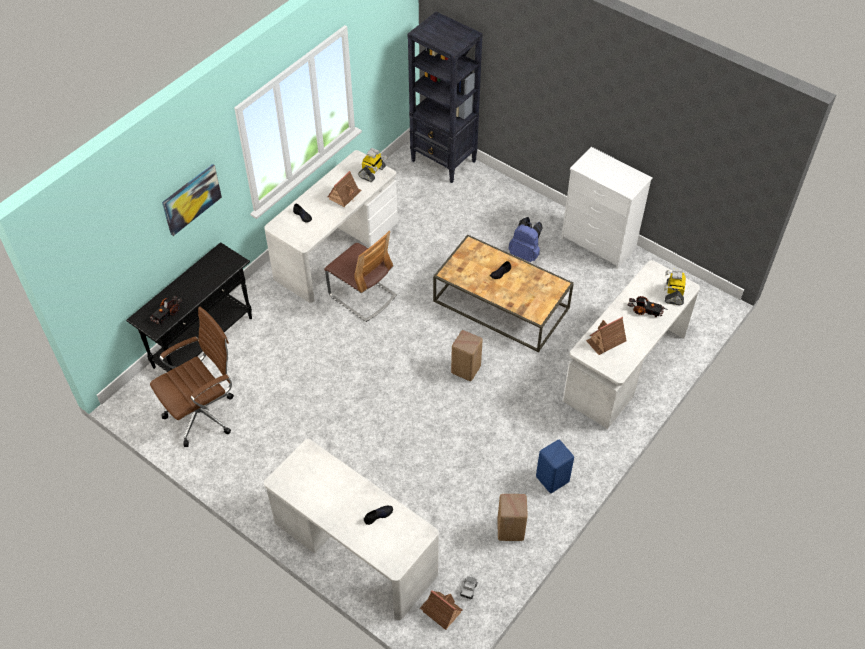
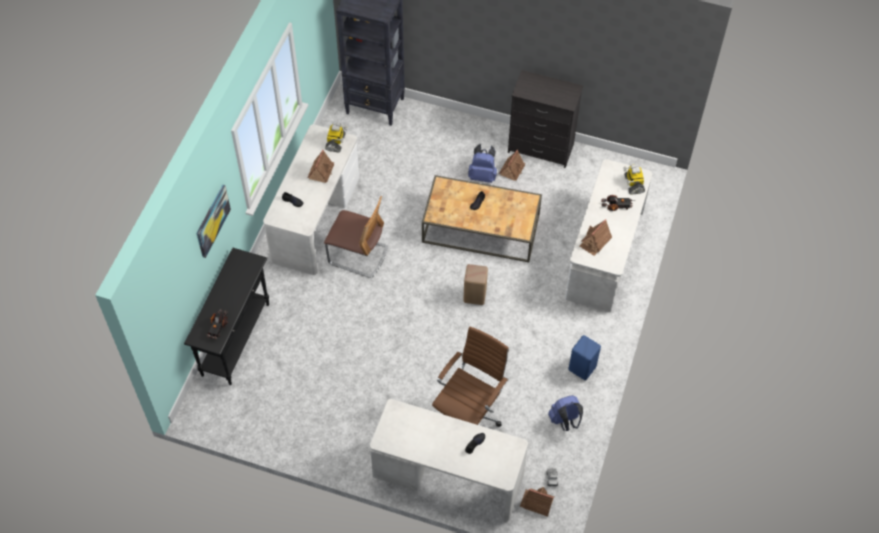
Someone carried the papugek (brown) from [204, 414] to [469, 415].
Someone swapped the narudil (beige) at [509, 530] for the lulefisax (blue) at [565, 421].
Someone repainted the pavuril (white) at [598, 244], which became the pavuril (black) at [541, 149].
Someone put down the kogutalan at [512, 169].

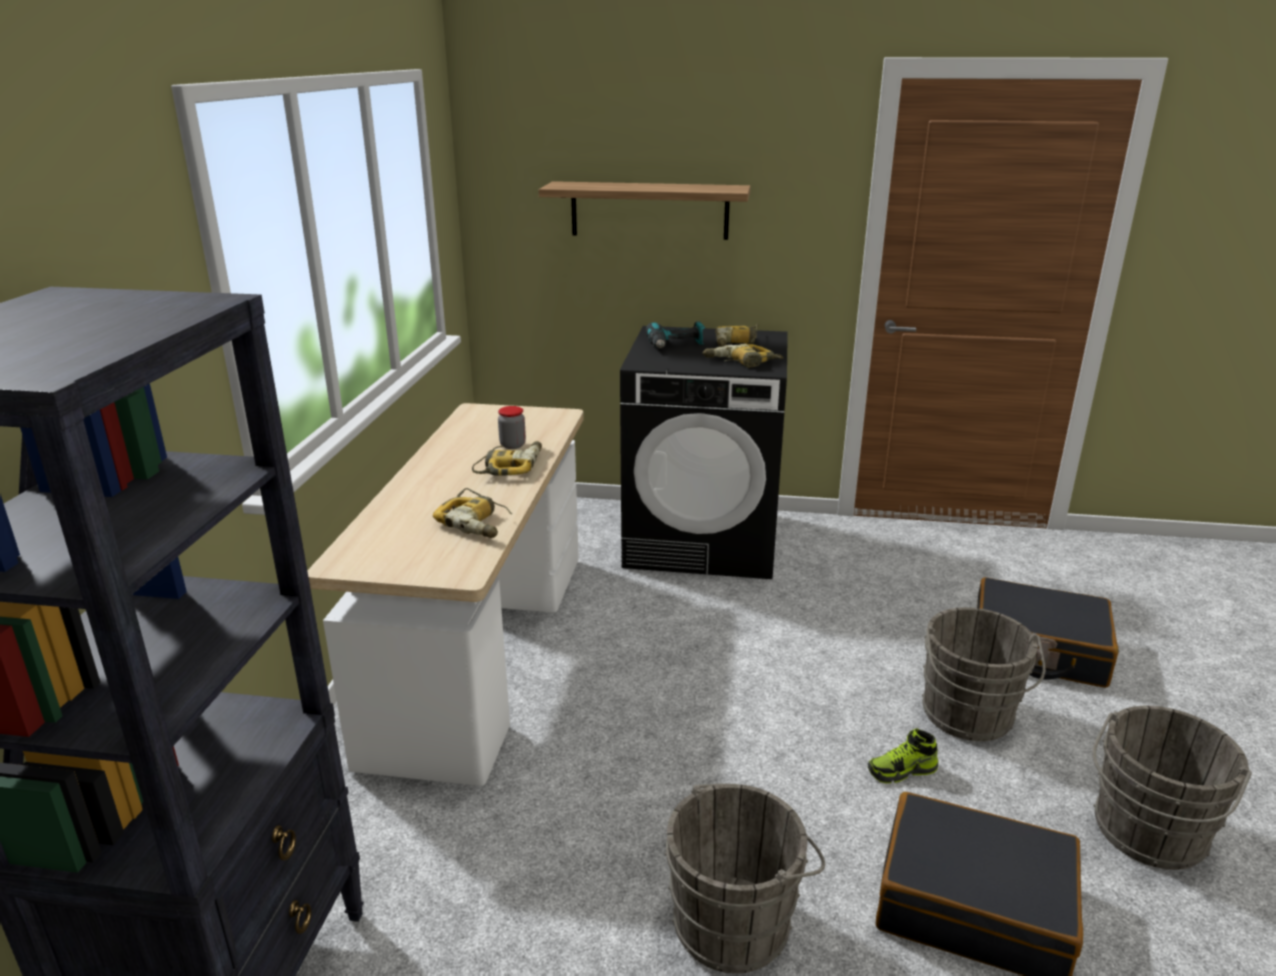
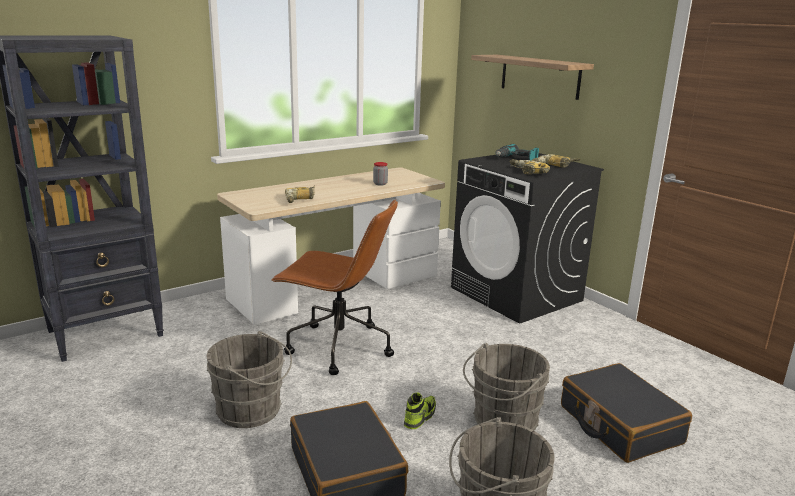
Someone took away the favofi at [510, 466].
Someone rotated the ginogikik at [902, 771] by 90 degrees clockwise.
Someone put down the papugek (brown) at [337, 347].

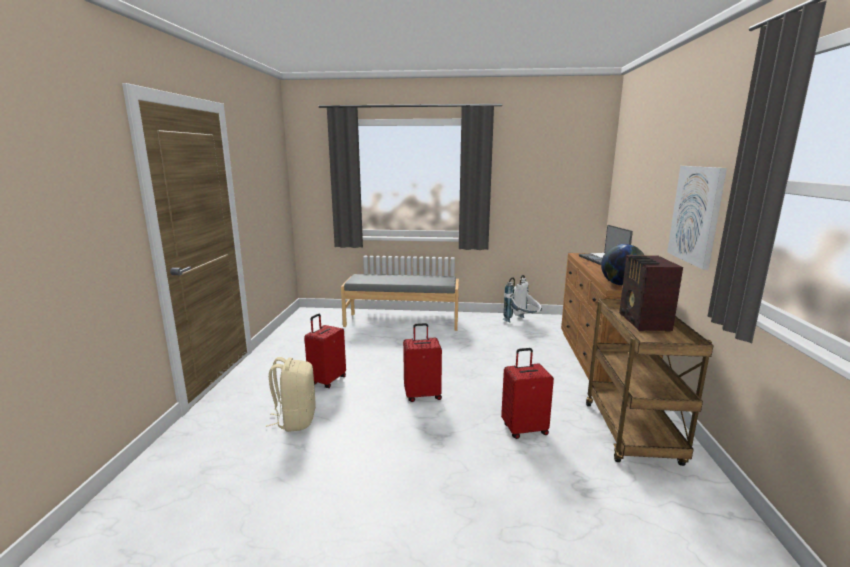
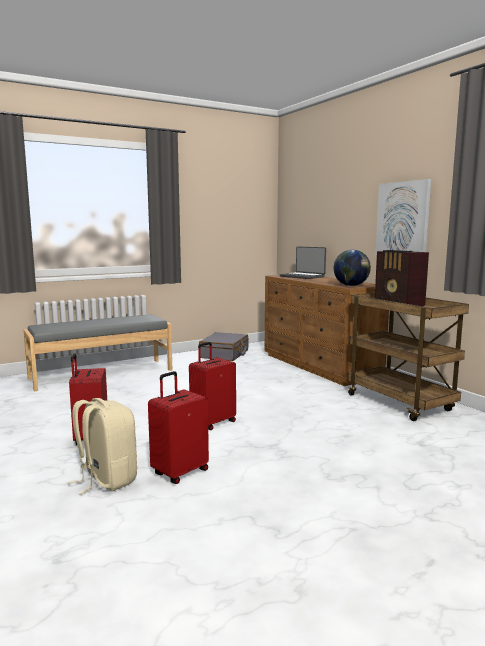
Someone carried the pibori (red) from [524, 429] to [179, 472].
Someone swapped the lulefisax (white) at [522, 323] for the pibori (grey) at [224, 354].

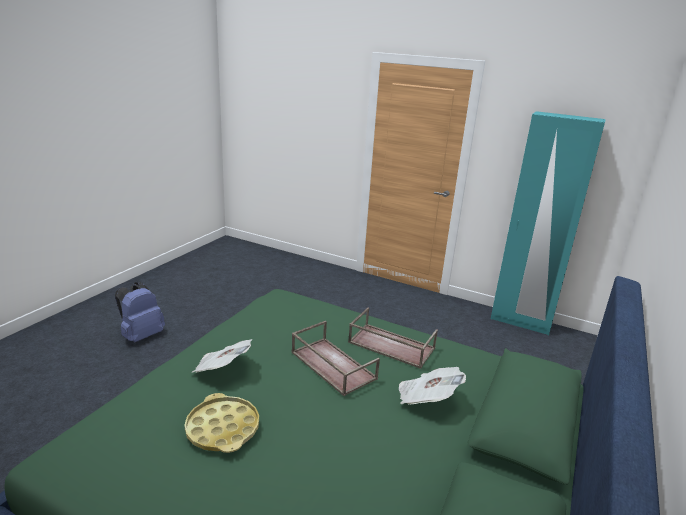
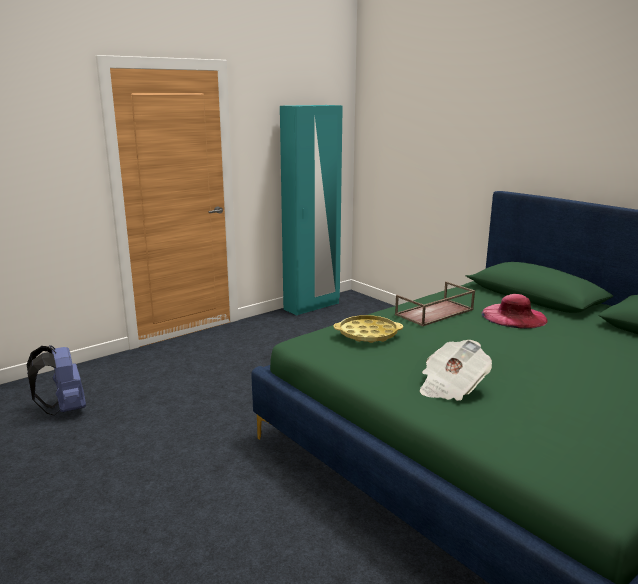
Someone carried the lulefisax (blue) from [141, 335] to [64, 409].
Someone carried the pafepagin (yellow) from [223, 428] to [368, 334].
Someone took away the pafepagin (brown) at [331, 365].
Someone swapped the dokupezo at [426, 399] for the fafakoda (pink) at [514, 316].

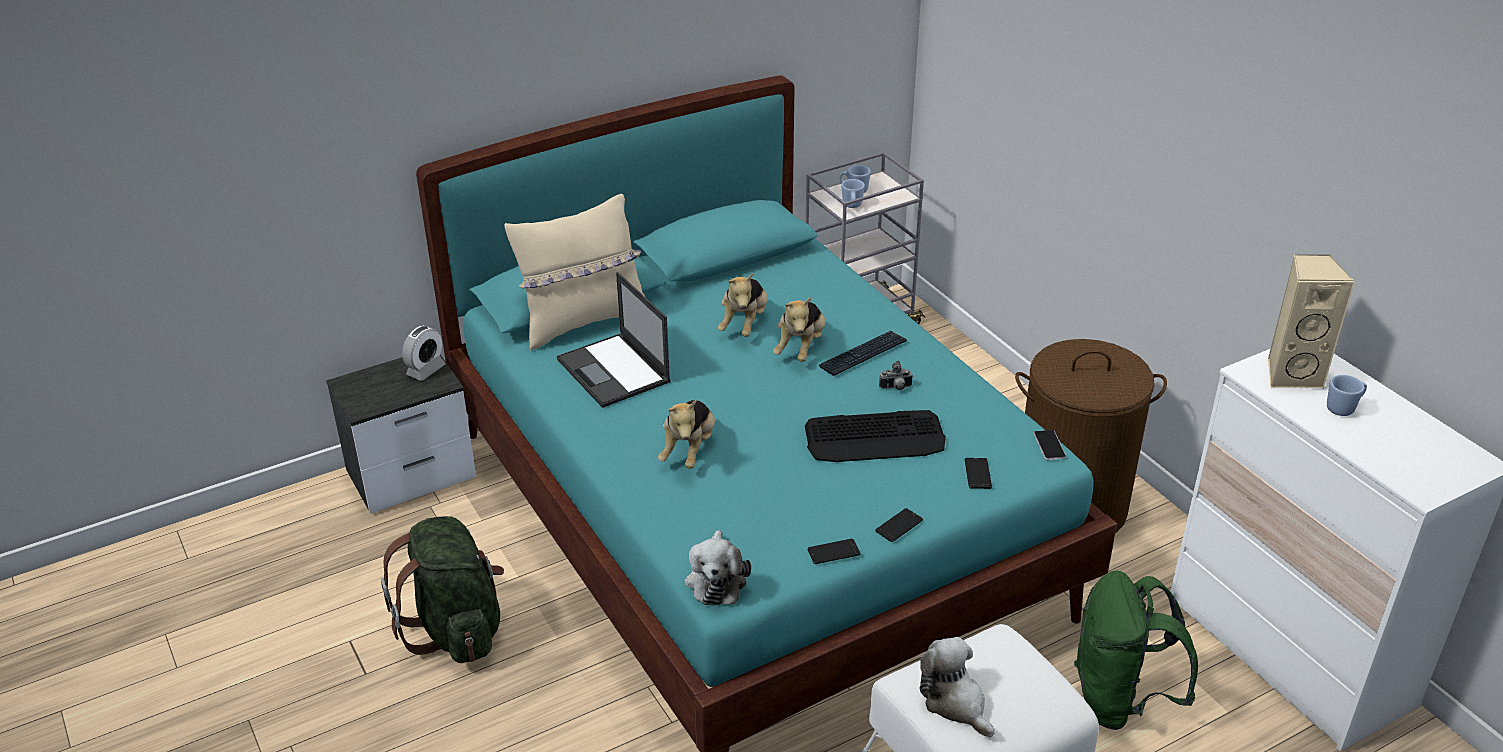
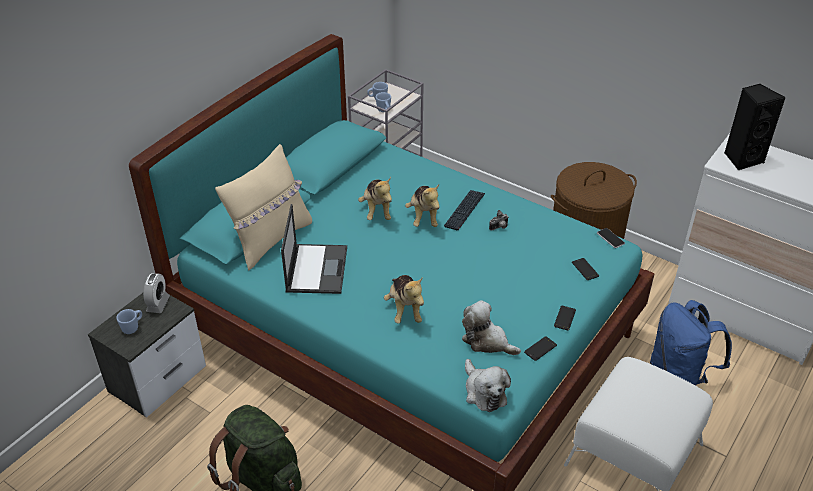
Someone rotated the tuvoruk at [614, 371] by 120 degrees counterclockwise.
Someone took away the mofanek at [875, 438].
Someone carried the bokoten from [955, 702] to [487, 341].
Someone repainted the lulefisax (green) at [1120, 701], which became the lulefisax (blue) at [679, 376].
Someone repainted the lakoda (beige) at [1291, 374], which became the lakoda (black) at [742, 159].
Someone carried the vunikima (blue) from [1344, 408] to [133, 327].

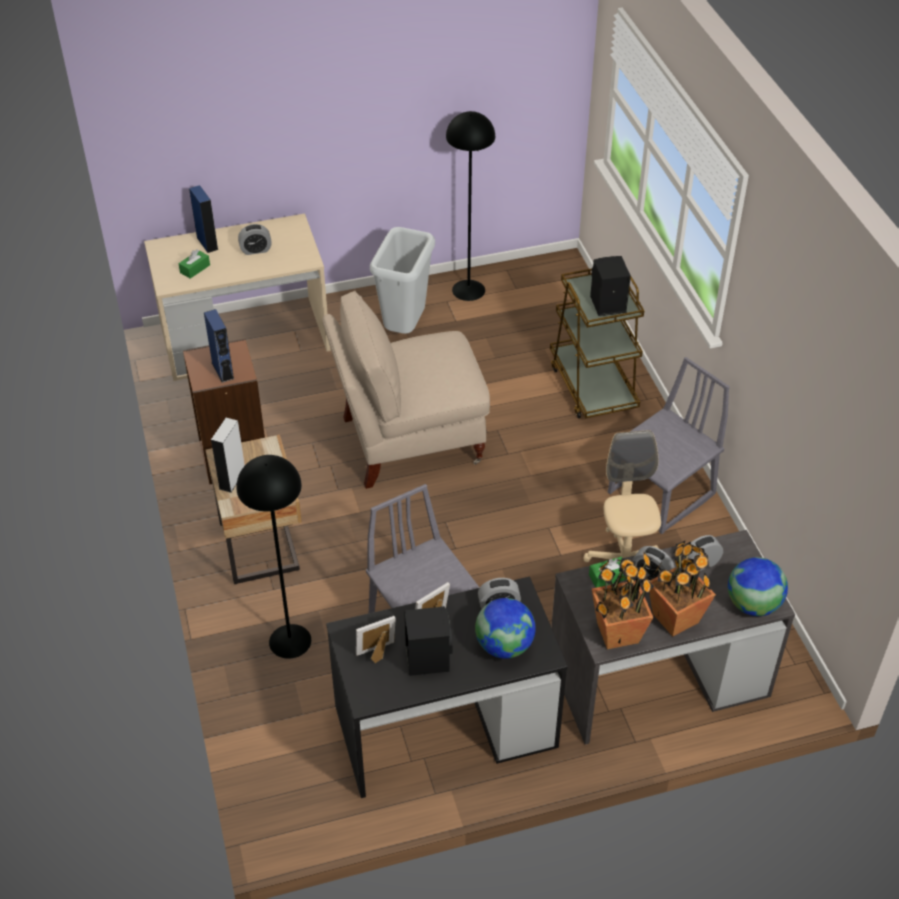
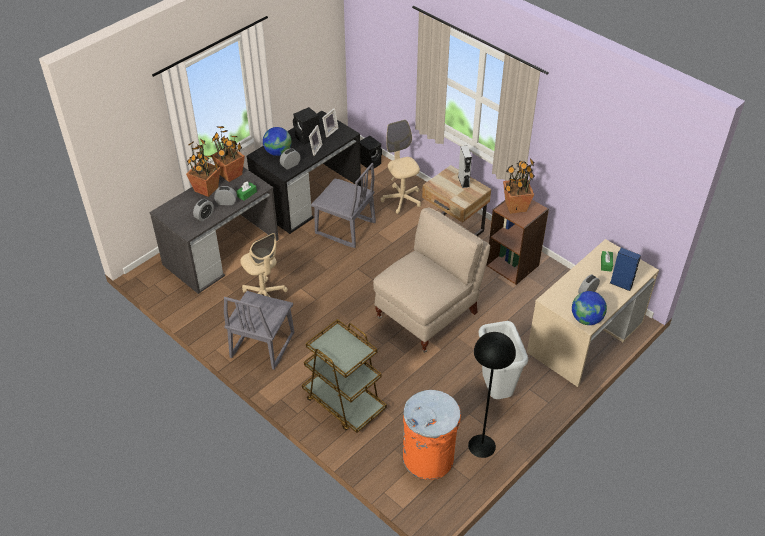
Someone swapped the lakoda (blue) at [222, 370] for the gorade at [515, 206].
Someone swapped the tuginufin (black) at [289, 641] for the papugek (beige) at [402, 199].
Someone carried the lakoda (black) from [606, 304] to [370, 162].
Someone carried the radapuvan from [753, 604] to [586, 319].
Someone put down the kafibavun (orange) at [428, 458].

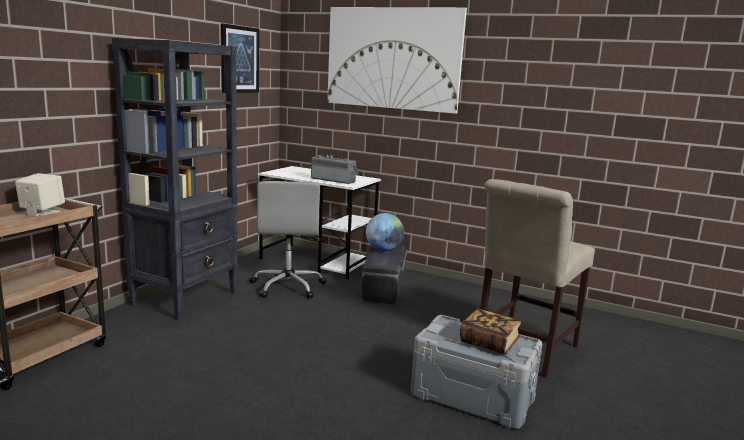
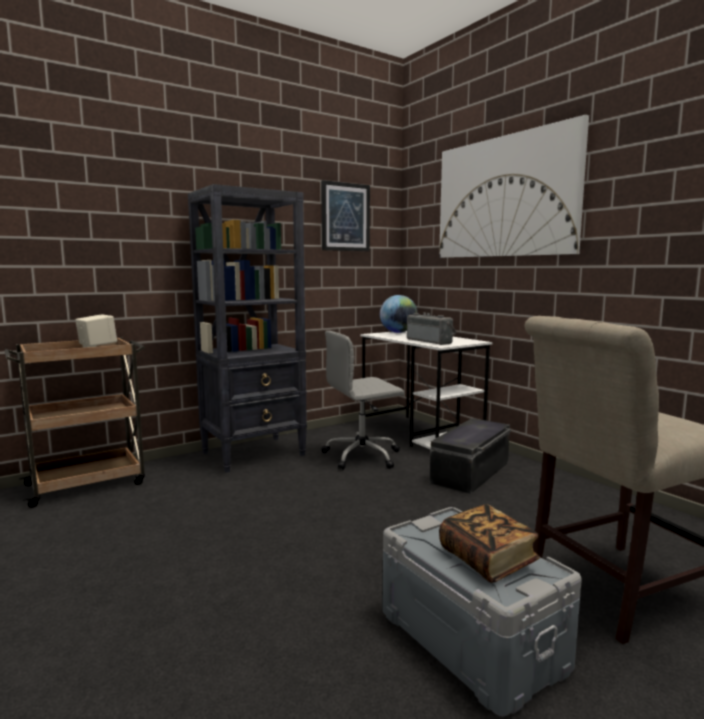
Someone rotated the papugek (grey) at [288, 286] by 45 degrees clockwise.
Someone carried the radapuvan from [383, 250] to [398, 332].

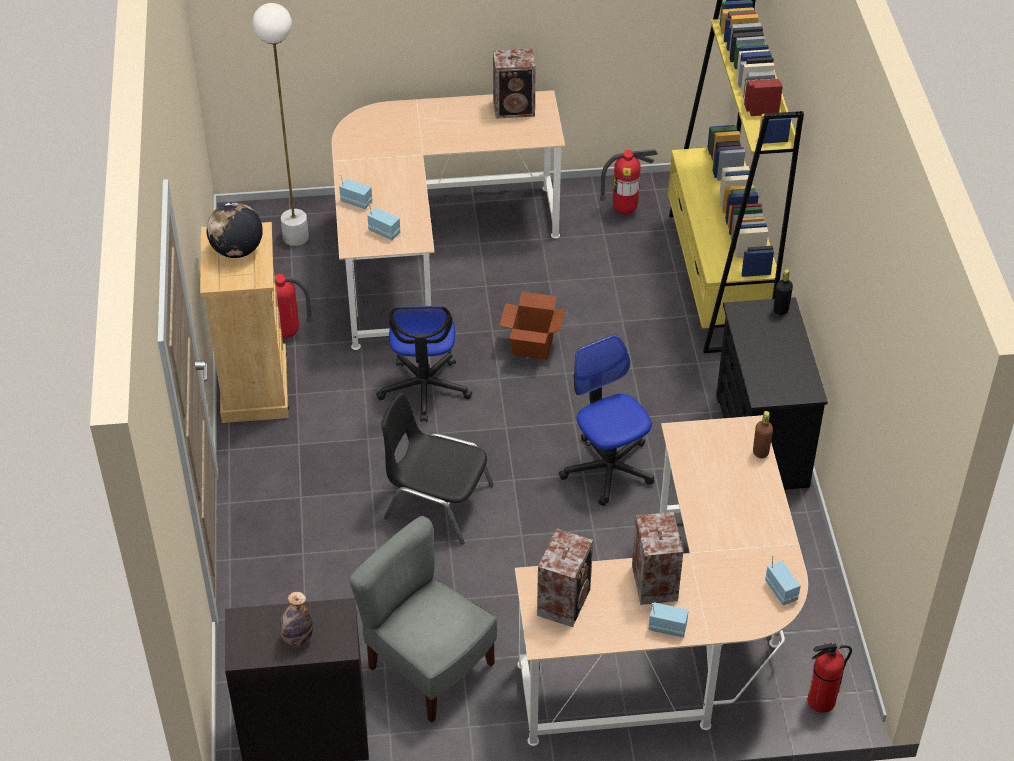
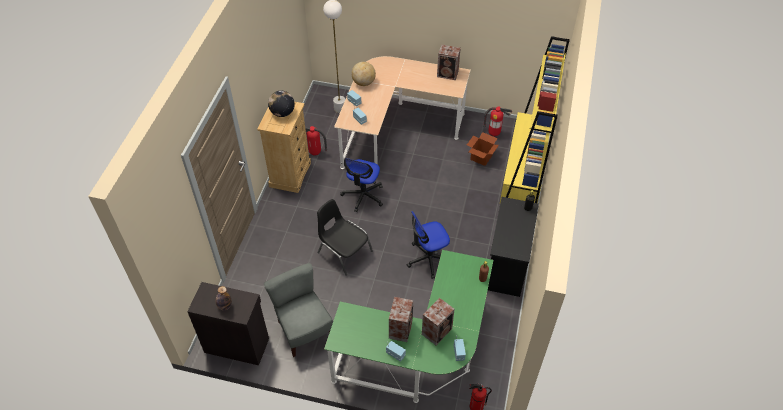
Someone carried the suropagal from [532, 345] to [481, 157].
Someone repainted the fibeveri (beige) at [676, 643], which became the fibeveri (green) at [421, 355].
Someone carried the lakoda from [565, 601] to [437, 331].
Someone rotated the papugek at [608, 468] by 105 degrees counterclockwise.
Someone put down the radapuvan at [364, 82].

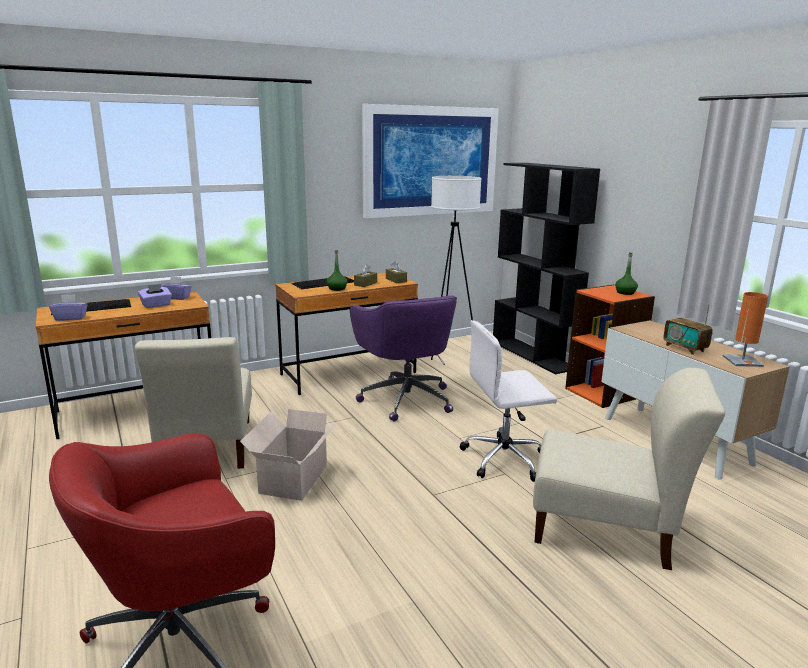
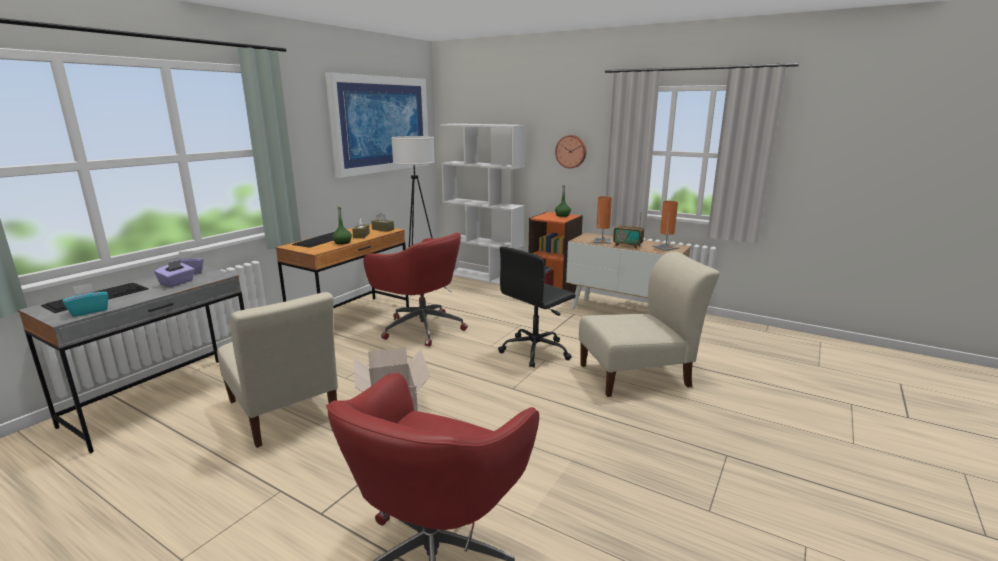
Someone repainted the fibeveri (brown) at [138, 410], which became the fibeveri (grey) at [164, 400].
Someone repainted the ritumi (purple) at [70, 318], which became the ritumi (turquoise) at [89, 311].
Someone repainted the papugek (purple) at [406, 398], which became the papugek (red) at [421, 328].
Someone repainted the papugek (white) at [505, 459], which became the papugek (black) at [536, 351].
Someone repainted the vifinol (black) at [533, 355], which became the vifinol (white) at [484, 277].
Someone put up the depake at [571, 151].
Someone put down the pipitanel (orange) at [602, 241].

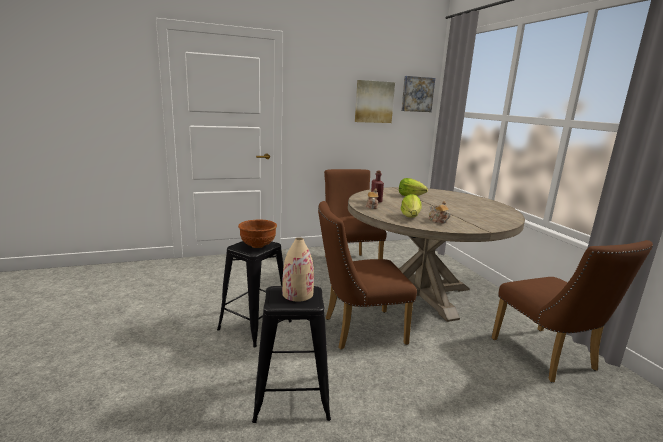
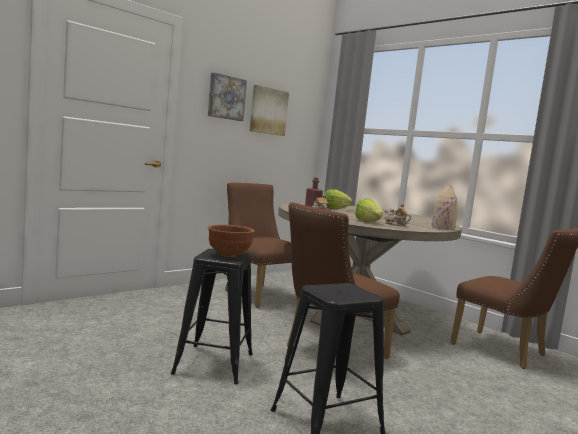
Someone carried the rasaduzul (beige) from [297, 294] to [442, 228].
Someone carried the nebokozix from [417, 94] to [226, 97].

